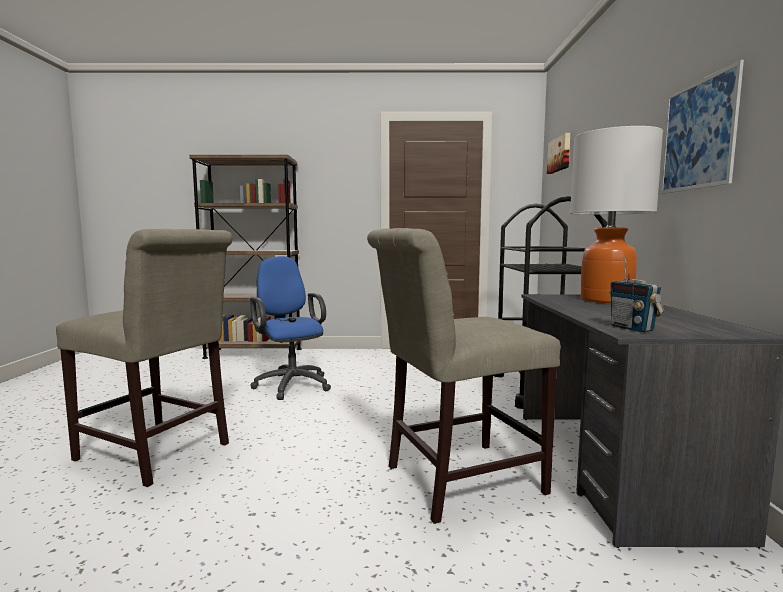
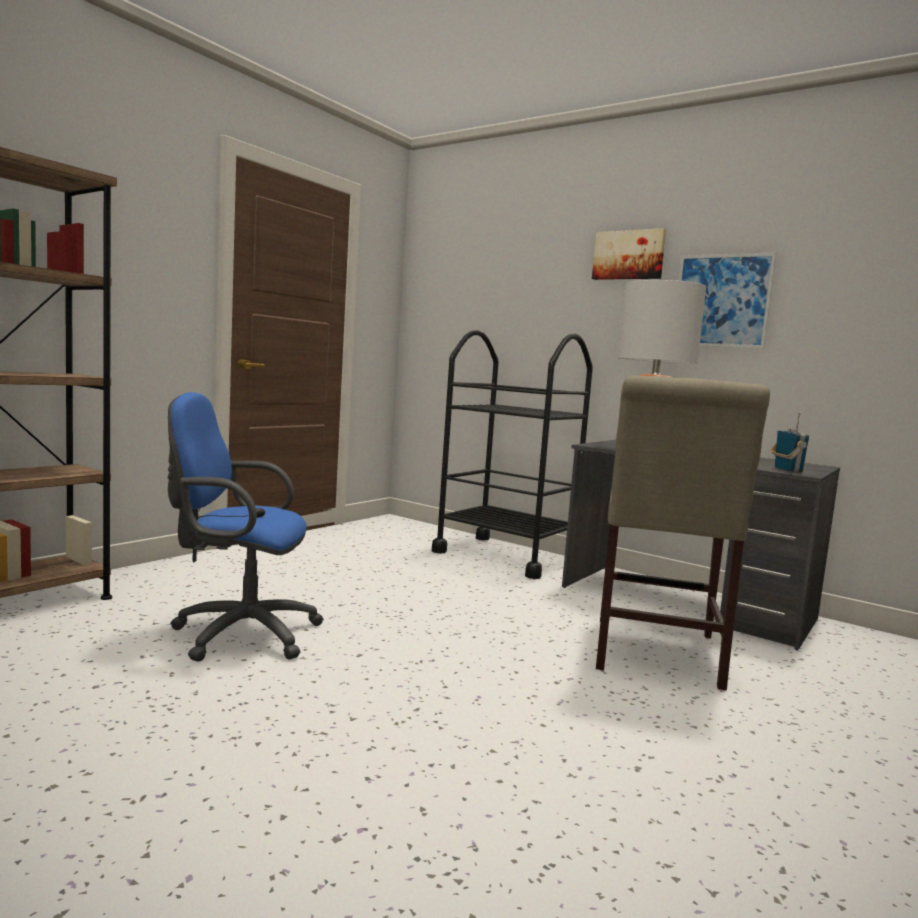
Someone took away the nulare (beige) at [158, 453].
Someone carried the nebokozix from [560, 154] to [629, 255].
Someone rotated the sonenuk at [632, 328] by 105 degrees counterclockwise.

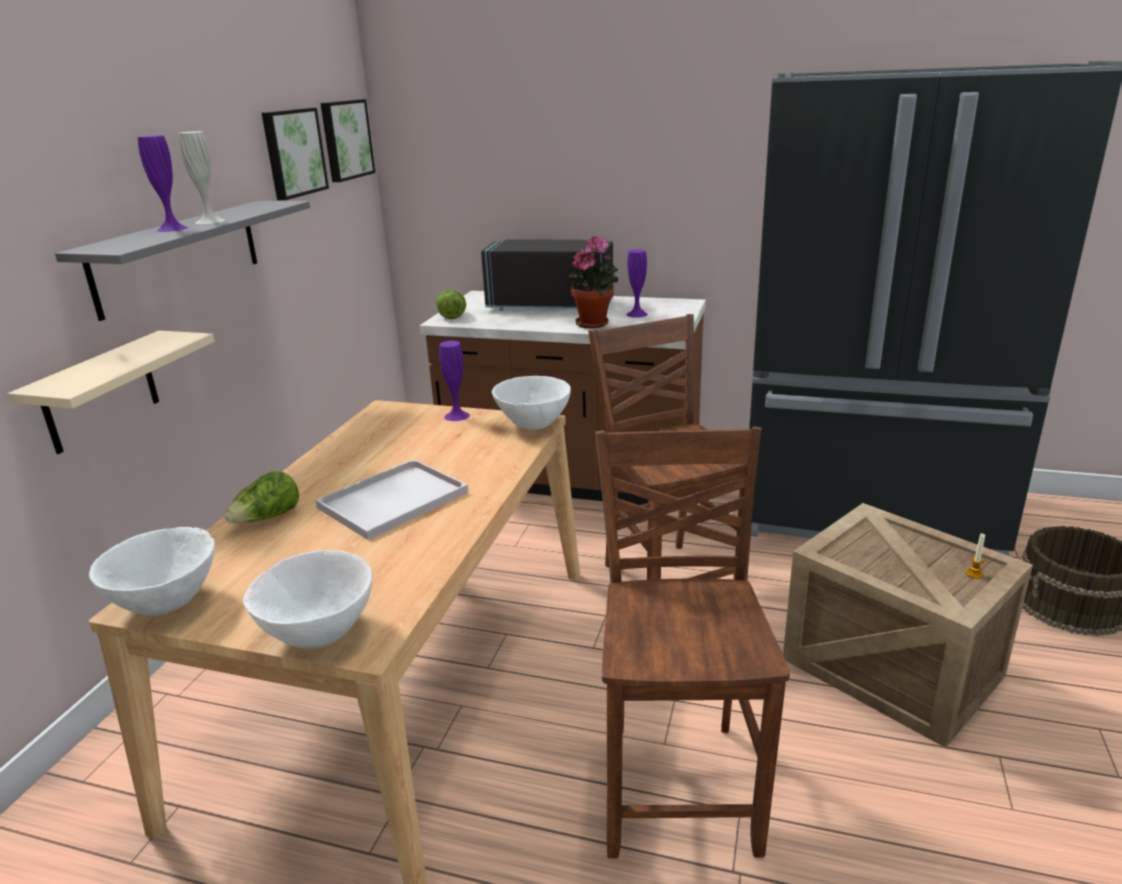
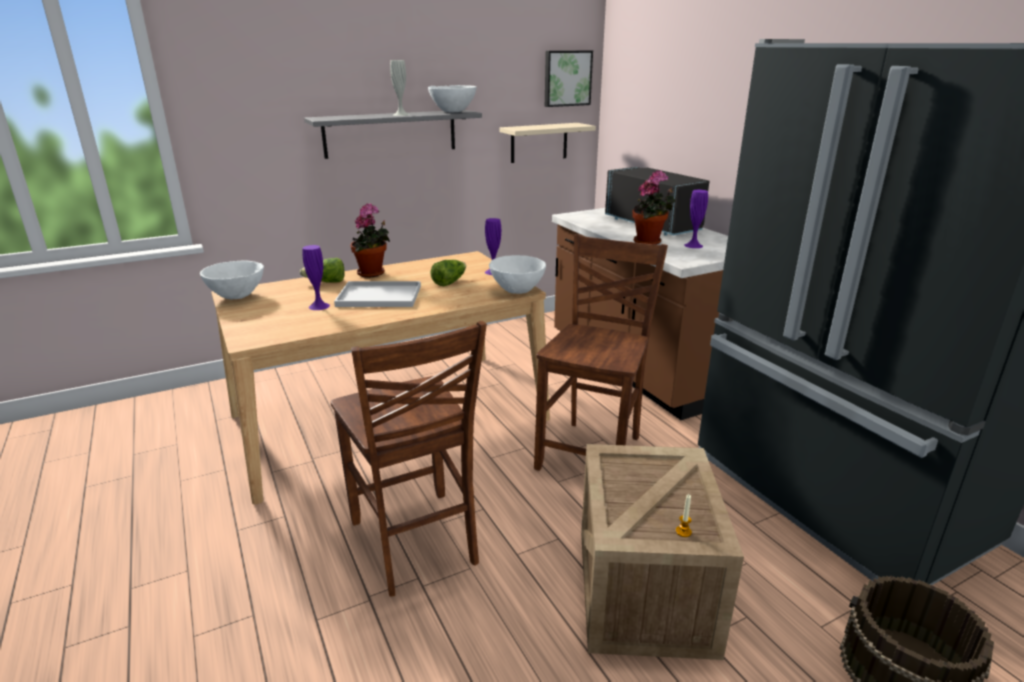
Someone carried the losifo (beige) from [100, 392] to [539, 142].
Someone carried the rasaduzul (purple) from [172, 229] to [319, 306].
Someone carried the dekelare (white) from [319, 633] to [453, 112].
Someone took away the nebokozix at [292, 153].
Someone carried the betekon from [451, 315] to [449, 282].
Someone rotated the nulare (brown) at [679, 783] by 105 degrees clockwise.
Someone put down the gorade at [373, 274].

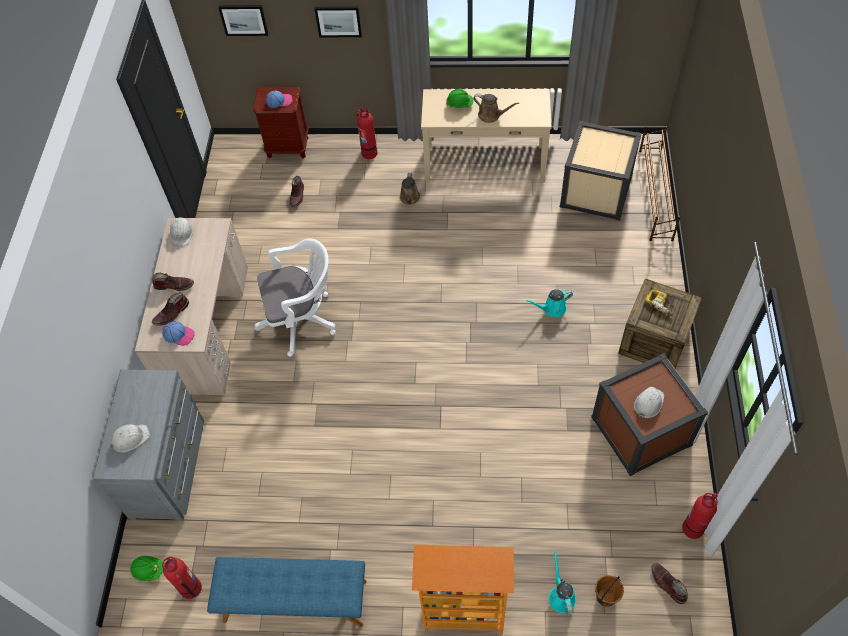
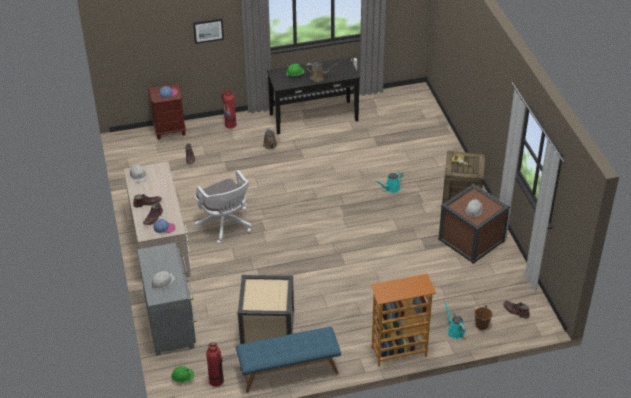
Someone took away the nebokozix at [244, 19].
Someone rotated the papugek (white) at [302, 320] by 90 degrees clockwise.
Someone repainted the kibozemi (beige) at [485, 163], which became the kibozemi (black) at [313, 117].
Someone carried the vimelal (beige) from [595, 191] to [267, 329].
Someone took away the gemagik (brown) at [655, 194].
Someone took away the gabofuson at [693, 528].

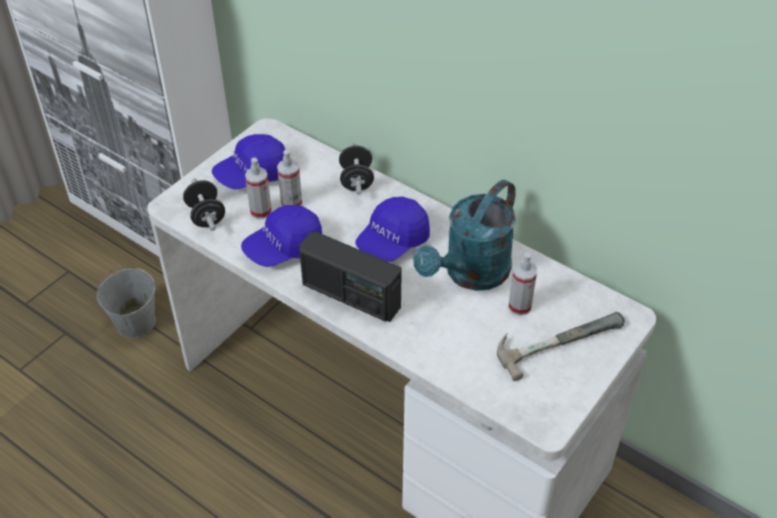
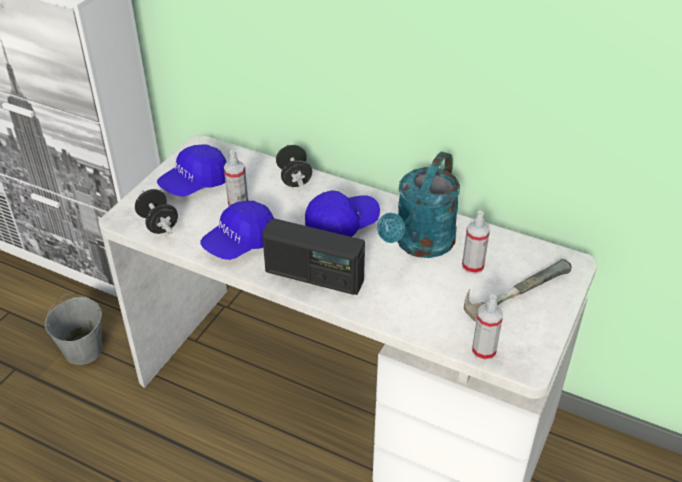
Someone carried the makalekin from [261, 211] to [483, 351].
Someone rotated the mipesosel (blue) at [393, 242] by 150 degrees counterclockwise.

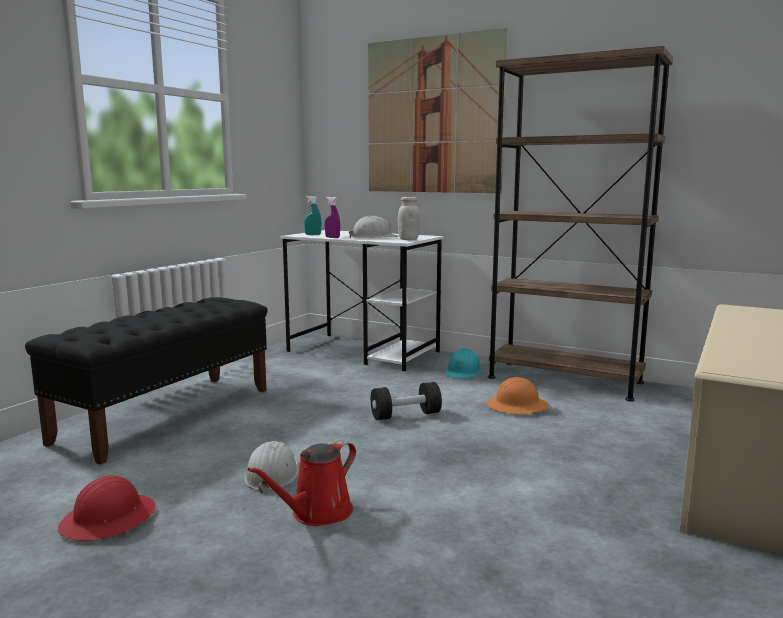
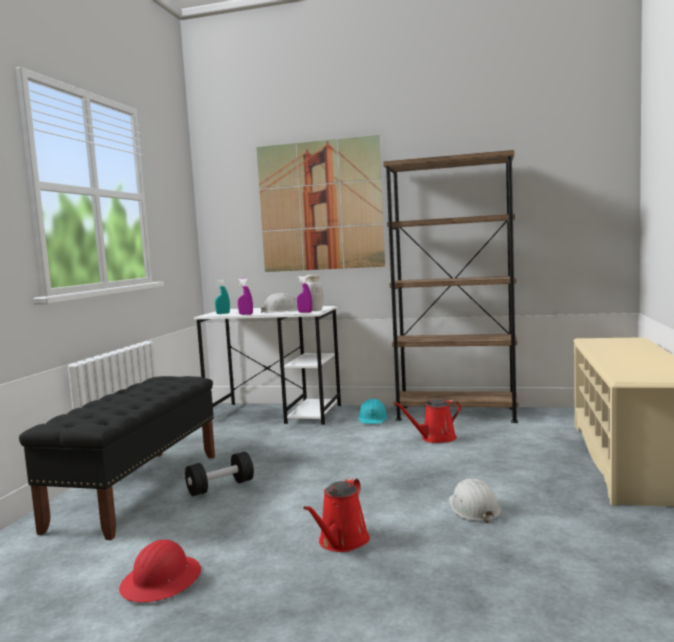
Someone carried the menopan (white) from [272, 475] to [473, 508].
Someone carried the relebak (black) from [405, 415] to [220, 487].
Someone swapped the menopan (orange) at [517, 406] for the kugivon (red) at [435, 438].
Someone put down the makalekin (purple) at [305, 312].

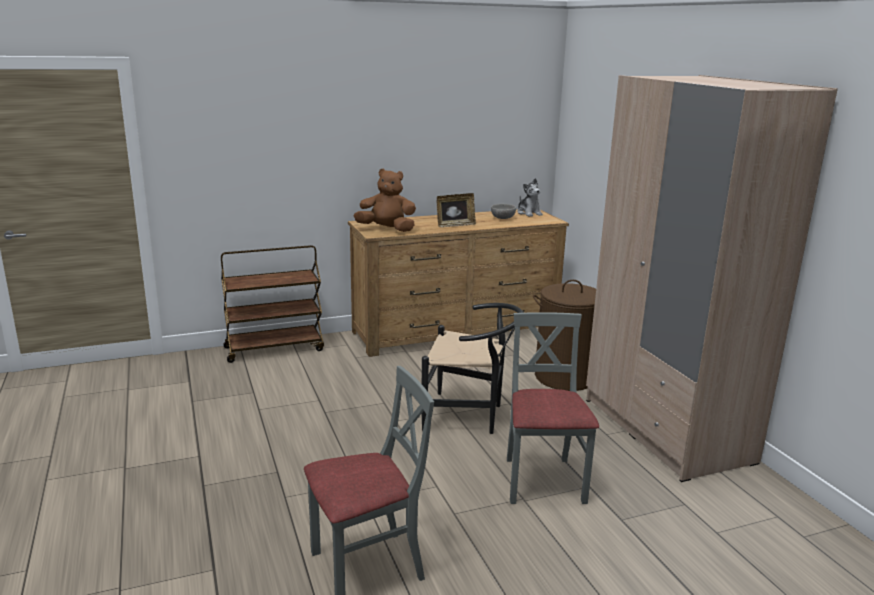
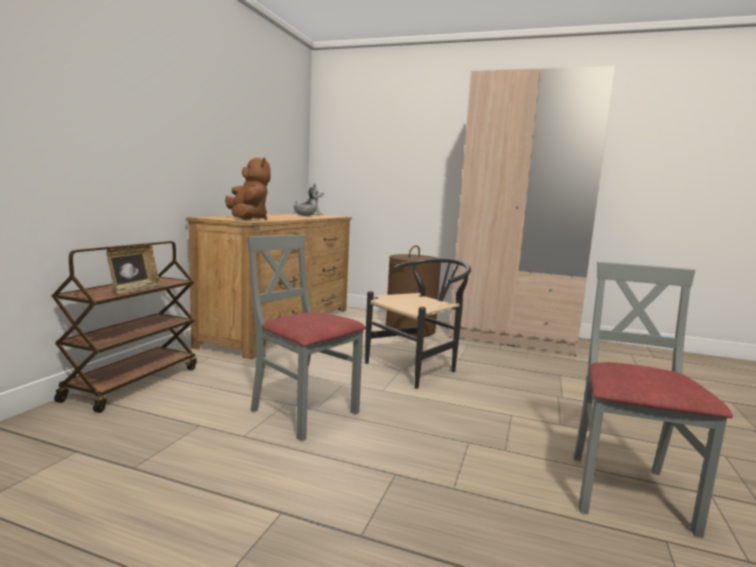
Someone rotated the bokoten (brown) at [387, 229] by 105 degrees clockwise.
Someone carried the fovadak from [455, 225] to [134, 289].
Someone carried the nulare (grey) from [542, 480] to [303, 412].

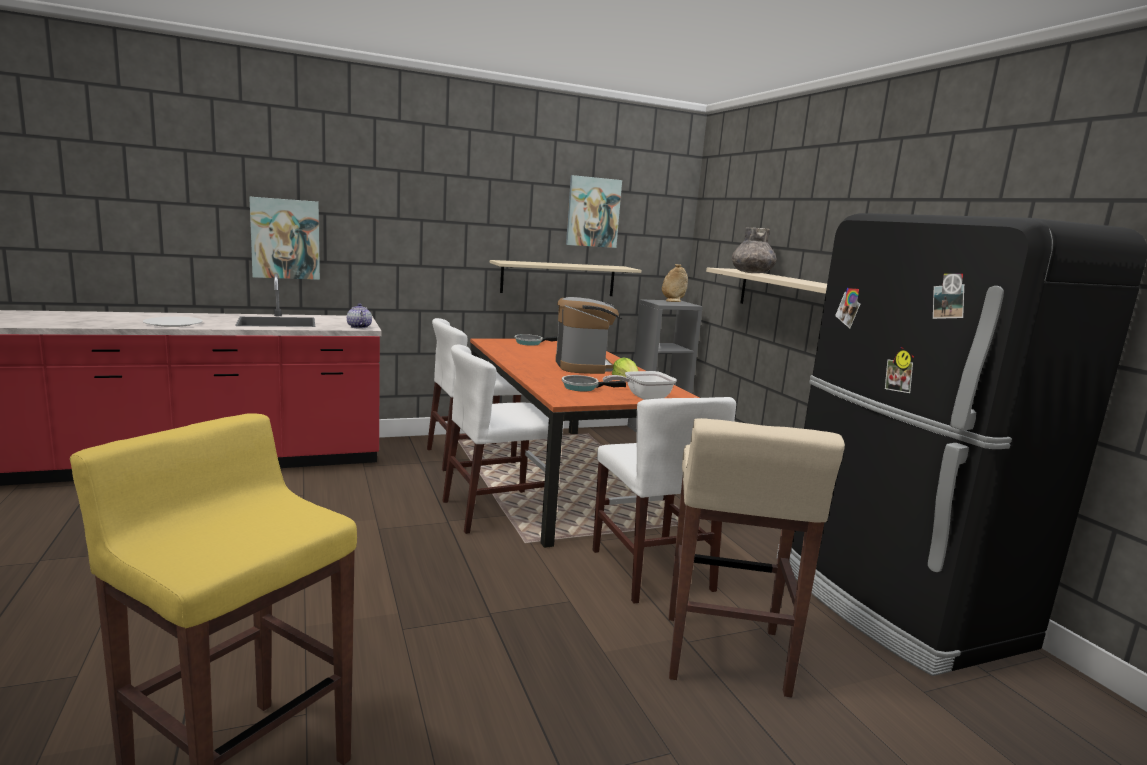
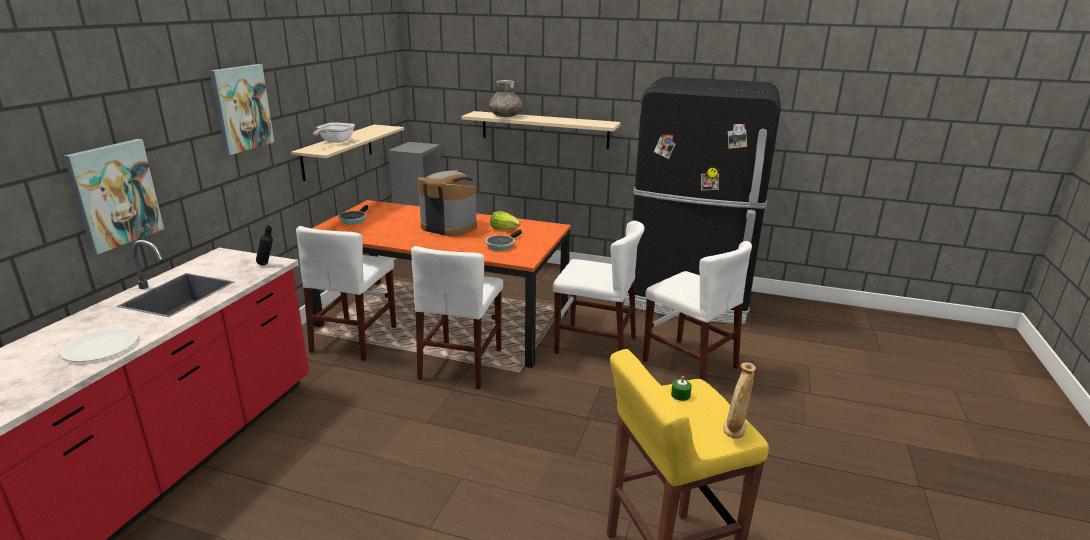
Someone swapped the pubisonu at [358, 327] for the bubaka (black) at [267, 264].
Someone carried the nebokozix from [593, 212] to [241, 108].
Someone carried the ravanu from [643, 397] to [335, 142].
Someone carried the rasaduzul (beige) from [673, 301] to [734, 429].
Someone swapped the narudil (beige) at [724, 656] for the nulare (white) at [689, 364].
Someone put down the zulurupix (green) at [680, 395].

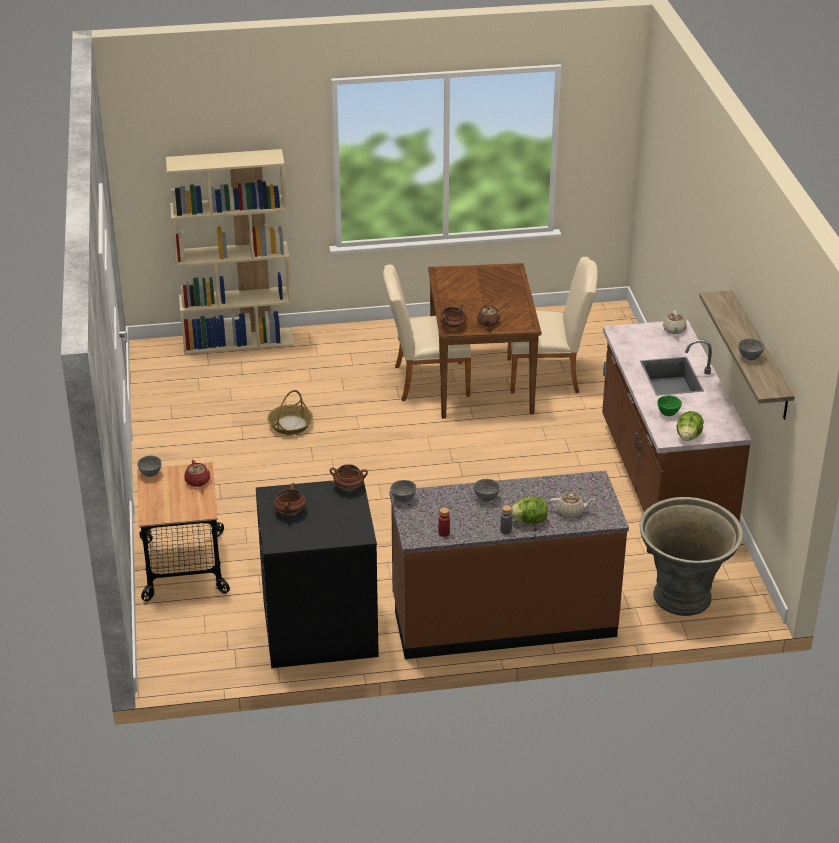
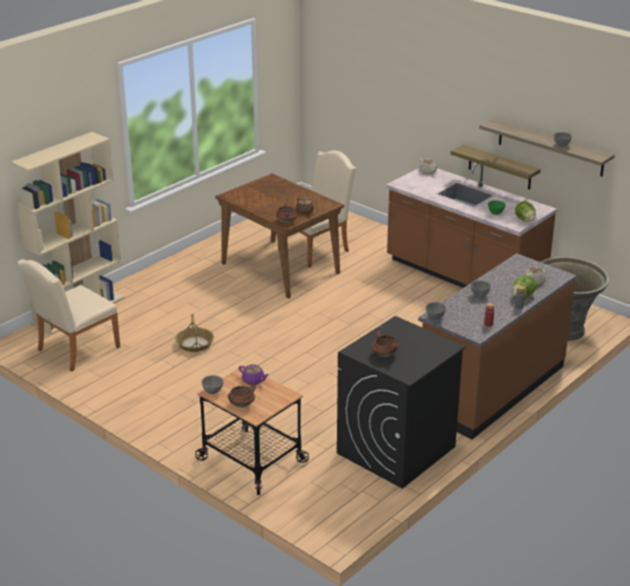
Someone repainted the pubisonu (red) at [197, 481], which became the pubisonu (purple) at [253, 381].
Someone carried the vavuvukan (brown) from [349, 487] to [242, 404].
Someone carried the nulare (beige) from [425, 381] to [74, 350].
Someone put up the losifo at [500, 167].

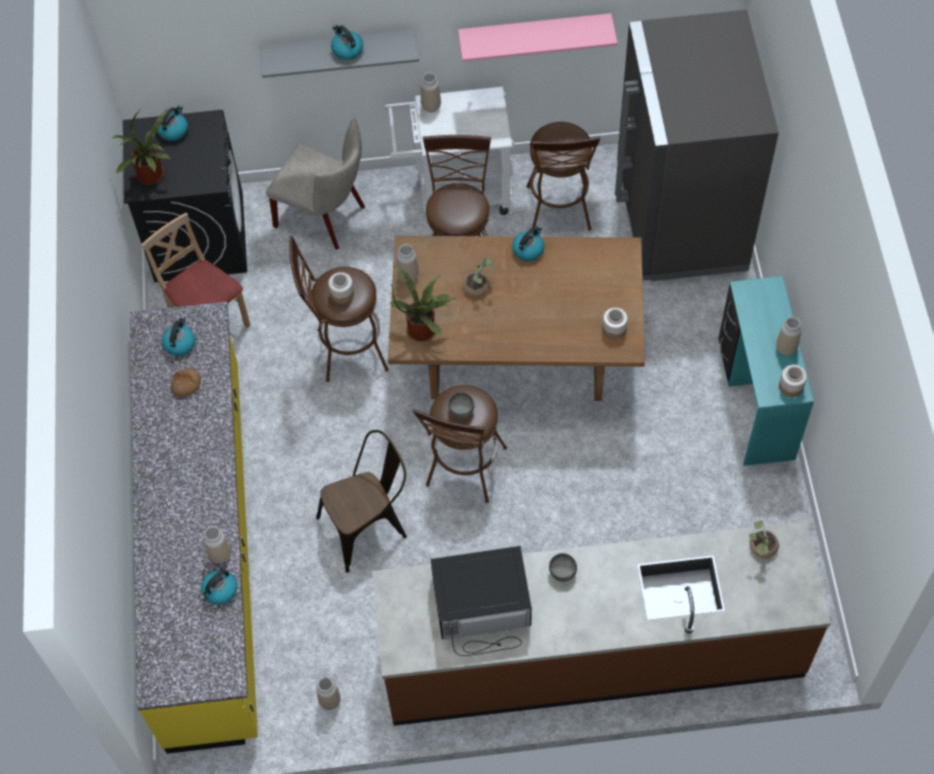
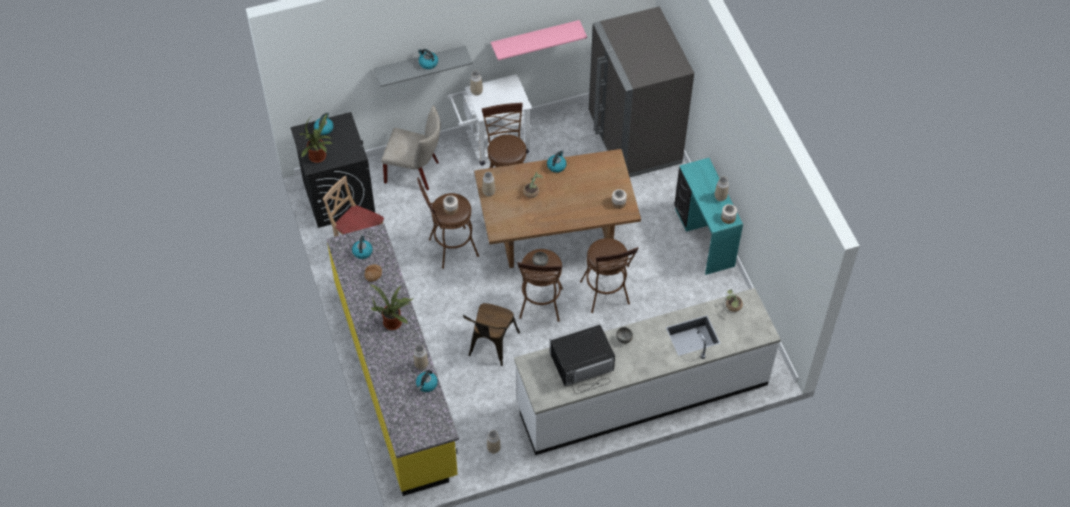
Someone rotated the nulare (brown) at [369, 526] by 150 degrees clockwise.
Someone repainted the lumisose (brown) at [592, 653], which became the lumisose (white) at [642, 394].
Someone carried the gorade from [424, 328] to [394, 321].
Someone carried the narudil (brown) from [559, 213] to [606, 296].

